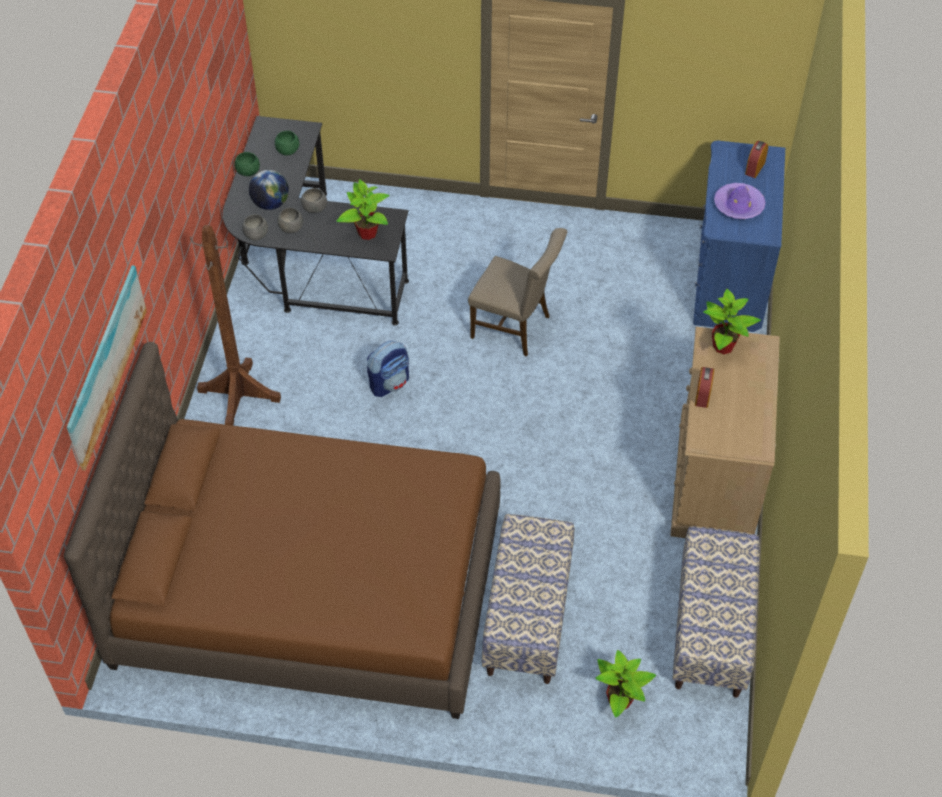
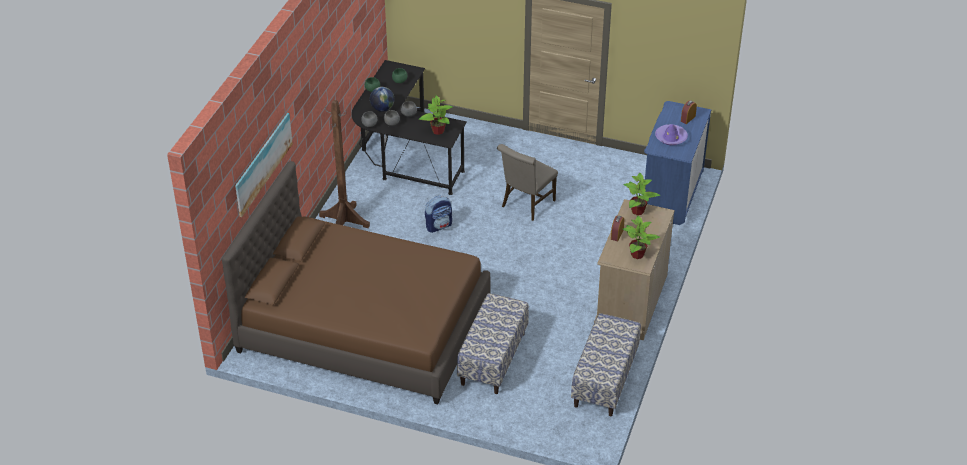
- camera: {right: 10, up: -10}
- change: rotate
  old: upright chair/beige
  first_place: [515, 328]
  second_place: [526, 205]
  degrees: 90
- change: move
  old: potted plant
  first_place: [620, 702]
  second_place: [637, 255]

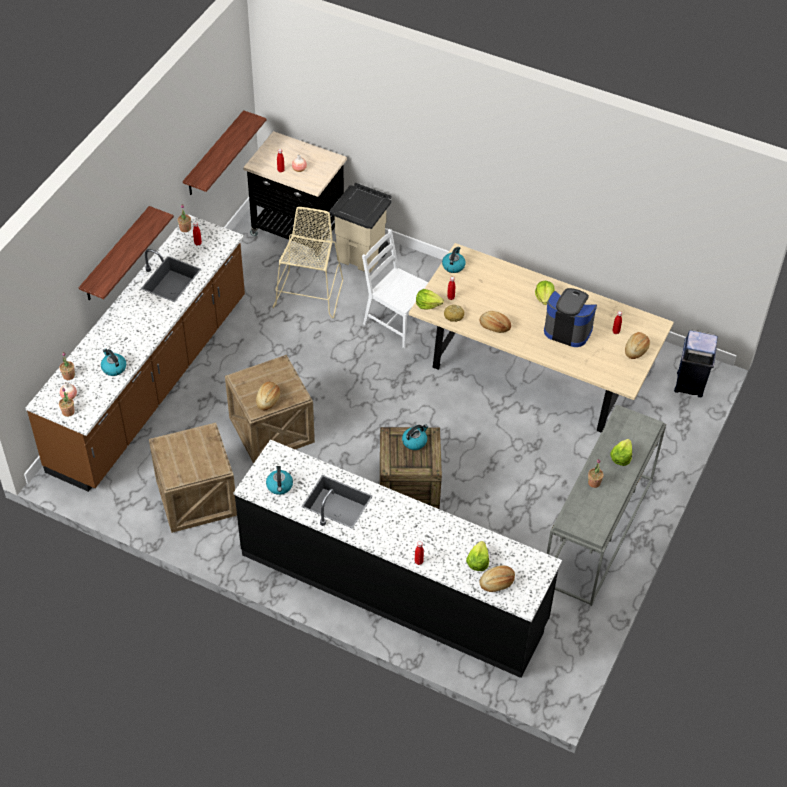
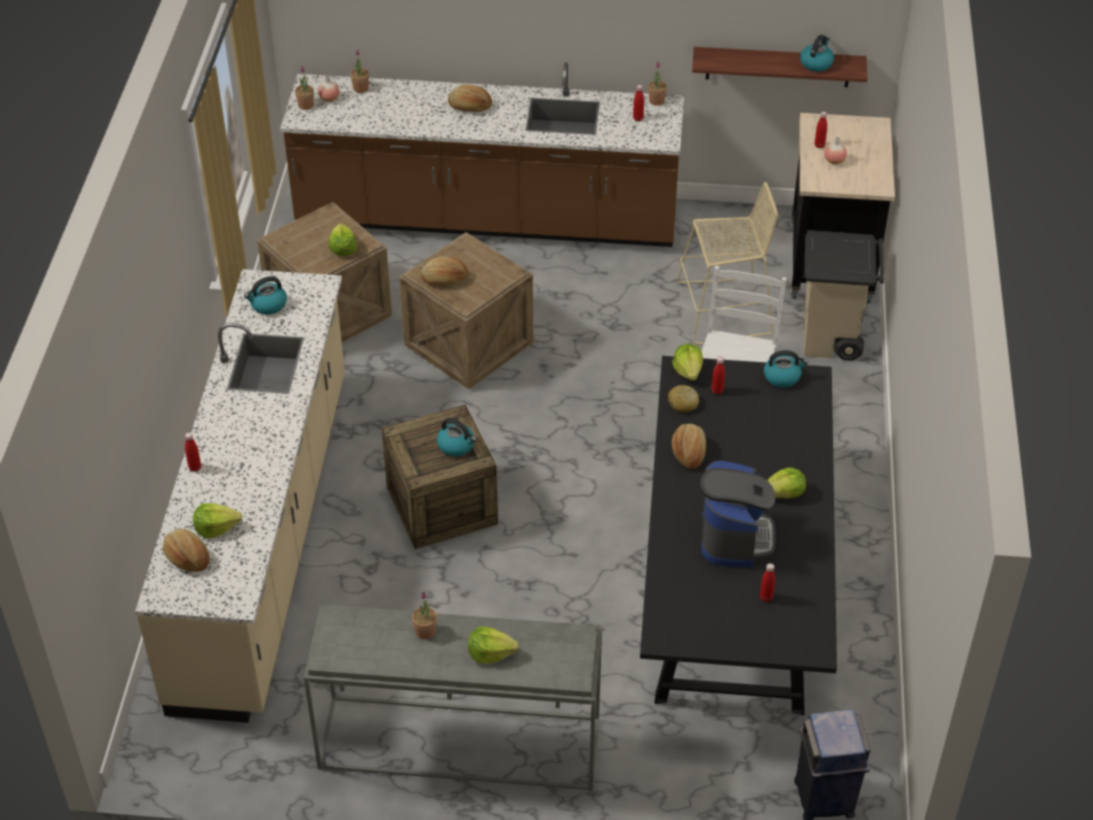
- camera: {right: 70, up: -5}
- change: delete
  old: shelf
  first_place: [116, 255]
- change: recolor
  old: dining table/beige
  new: dining table/black-coloured
  first_place: [533, 370]
  second_place: [732, 586]
- change: move
  old: baked bread
  first_place: [636, 349]
  second_place: [469, 106]
- change: move
  old: tea kettle
  first_place: [113, 368]
  second_place: [816, 63]
- change: recolor
  old: kitchen base unit/black-coloured
  new: kitchen base unit/beige
  first_place: [393, 588]
  second_place: [265, 537]
- change: insert
  new: lettuce
  second_place: [342, 248]

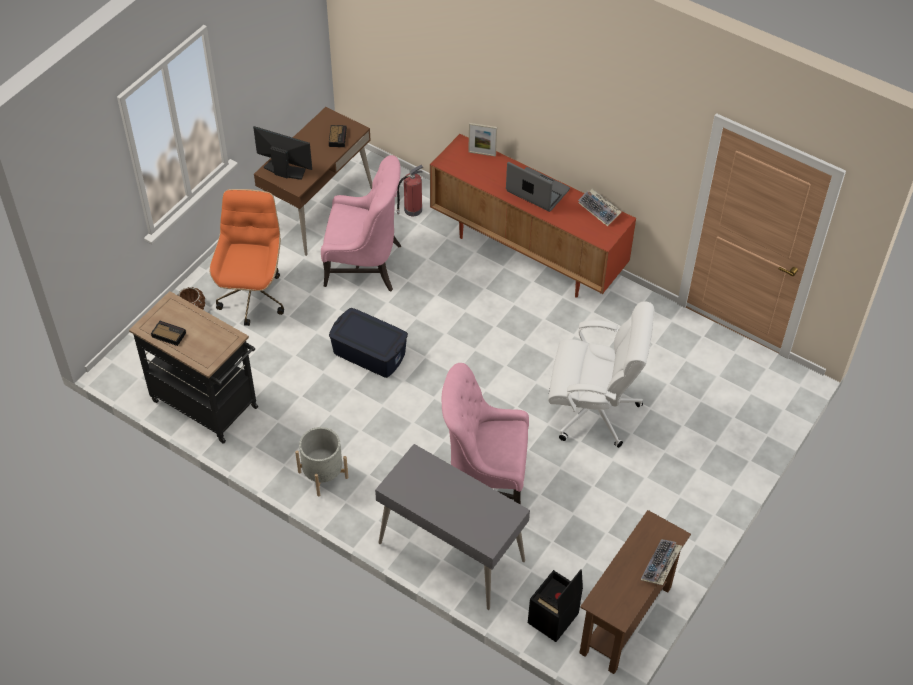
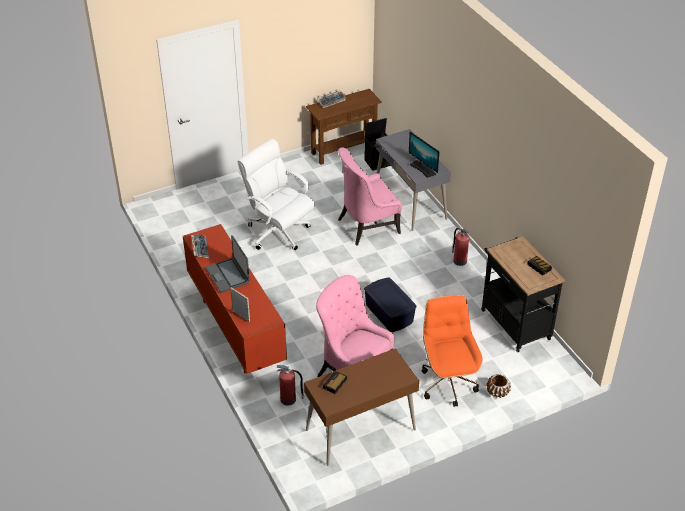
- camera: {right: -150, up: -10}
- change: move
  old: computer screen
  first_place: [284, 170]
  second_place: [423, 169]
- change: rotate
  old: desk chair/orange-coloured
  first_place: [253, 295]
  second_place: [447, 382]
  degrees: 135
- change: rotate
  old: upright chair/pink
  first_place: [484, 478]
  second_place: [367, 226]
  degrees: 120
- change: replace
  old: planter/greyish
  new: fire extinguisher
  first_place: [323, 474]
  second_place: [459, 260]

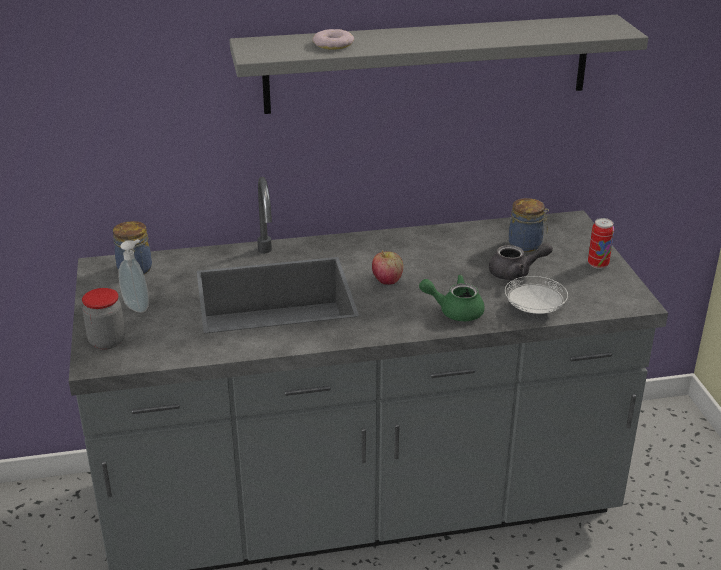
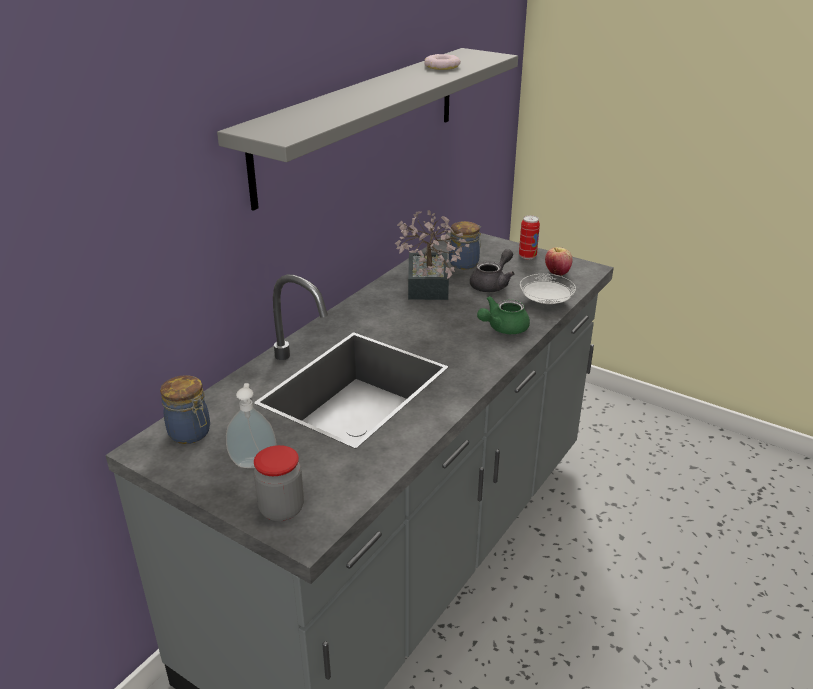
- camera: {right: -45, up: 0}
- change: move
  old: doughnut
  first_place: [333, 44]
  second_place: [442, 66]
- change: move
  old: whole apple
  first_place: [387, 281]
  second_place: [557, 273]
- change: insert
  new: potted plant
  second_place: [427, 289]

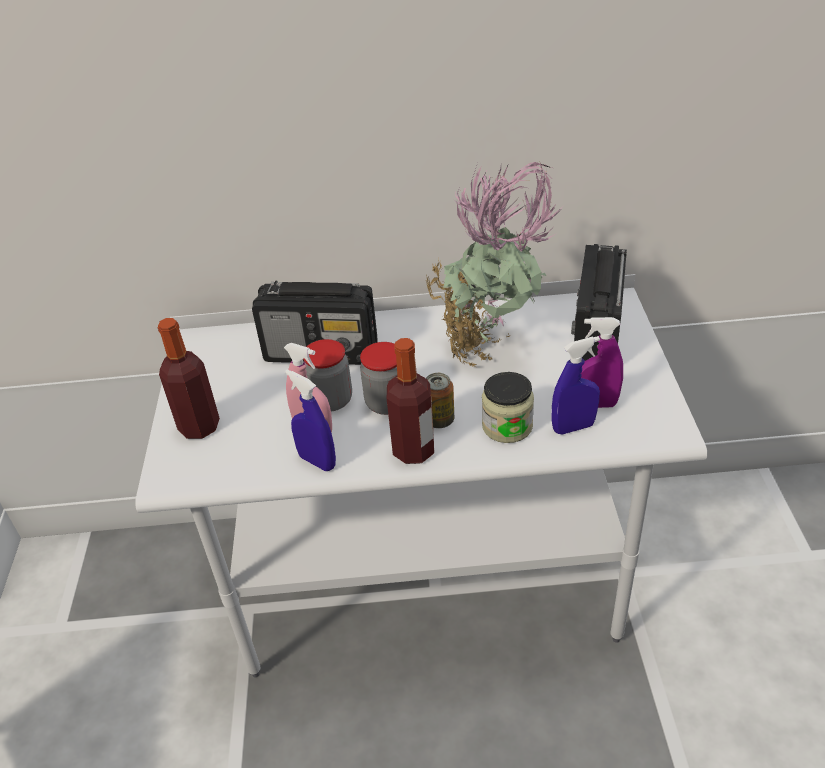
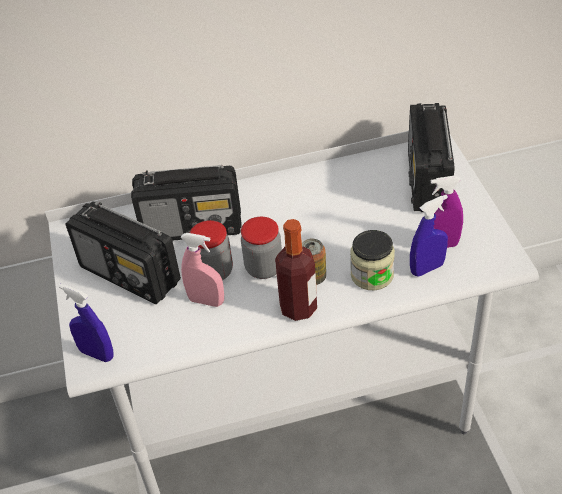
- camera: {right: -10, up: 5}
- change: delete
  old: potted plant
  first_place: [491, 348]
- change: delete
  old: drink bottle
  first_place: [199, 426]
- change: move
  old: sprayer/blue-coloured
  first_place: [317, 461]
  second_place: [97, 354]
- change: insert
  new: radio
  second_place: [130, 275]

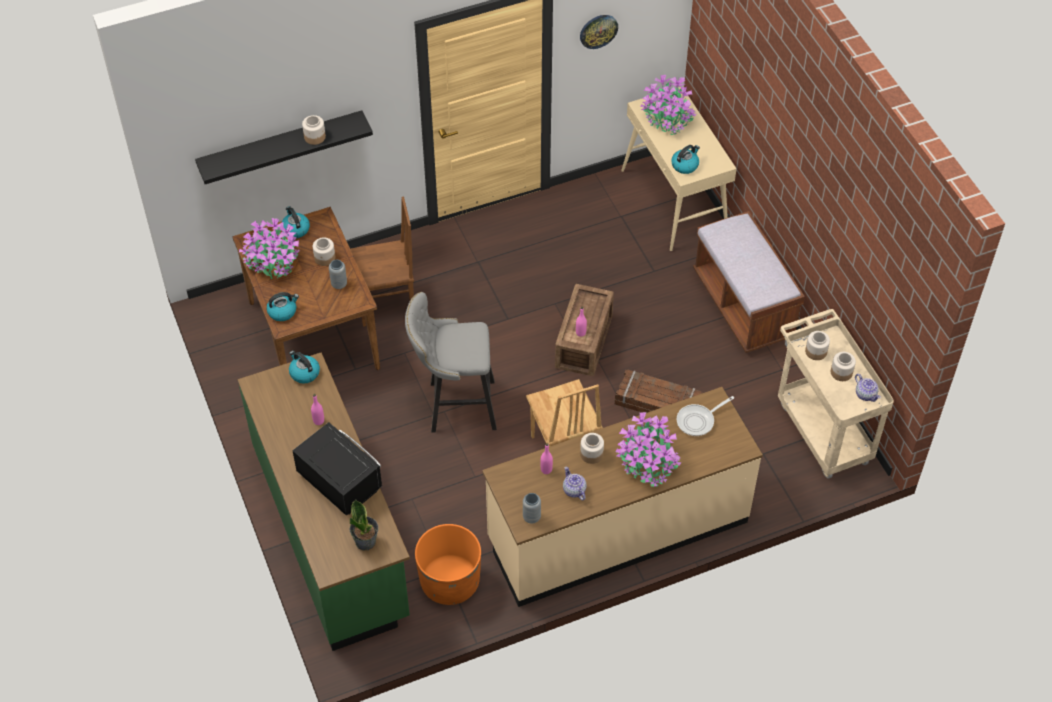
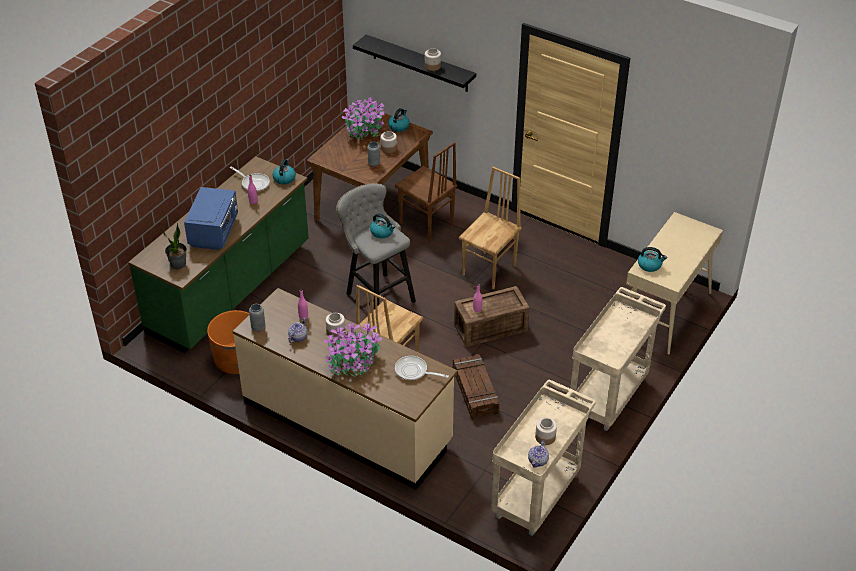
- camera: {right: 55, up: -10}
- change: delete
  old: wall clock
  first_place: [598, 31]
- change: delete
  old: potted plant
  first_place: [667, 118]
- change: replace
  old: bench/brown
  new: wheeled cart/beige
  first_place: [743, 305]
  second_place: [610, 395]
- change: move
  old: tea kettle
  first_place: [282, 311]
  second_place: [382, 232]
- change: delete
  old: preserve jar
  first_place: [816, 351]
- change: recolor
  old: microwave oven/black-coloured
  new: microwave oven/blue-coloured
  first_place: [339, 481]
  second_place: [214, 232]
- change: insert
  new: skillet
  second_place: [254, 183]
- change: insert
  new: upright chair/brown
  second_place: [490, 270]

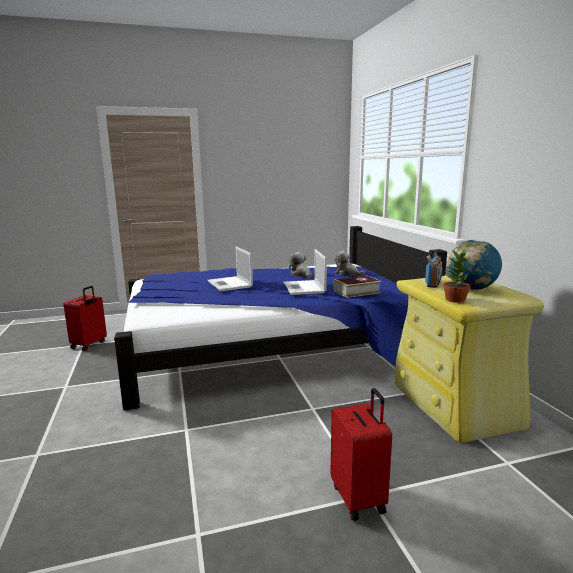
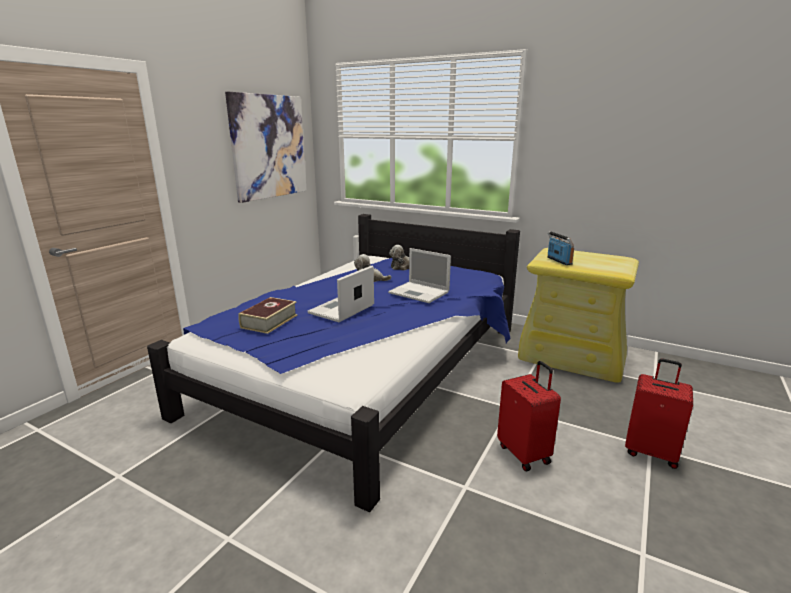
- camera: {right: -45, up: 5}
- change: delete
  old: world globe
  first_place: [471, 289]
- change: rotate
  old: portable computer
  first_place: [230, 284]
  second_place: [341, 310]
  degrees: 105
- change: delete
  old: potted plant
  first_place: [455, 300]
- change: move
  old: bound book
  first_place: [356, 291]
  second_place: [269, 321]
- change: move
  old: travel case/red
  first_place: [89, 345]
  second_place: [524, 453]
- change: insert
  new: wall art
  second_place: [269, 147]

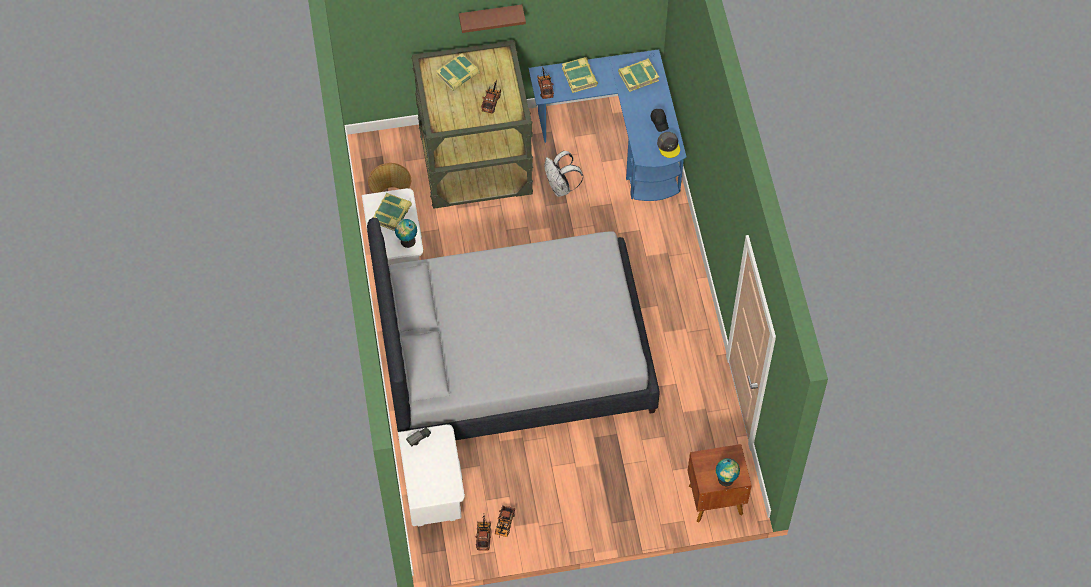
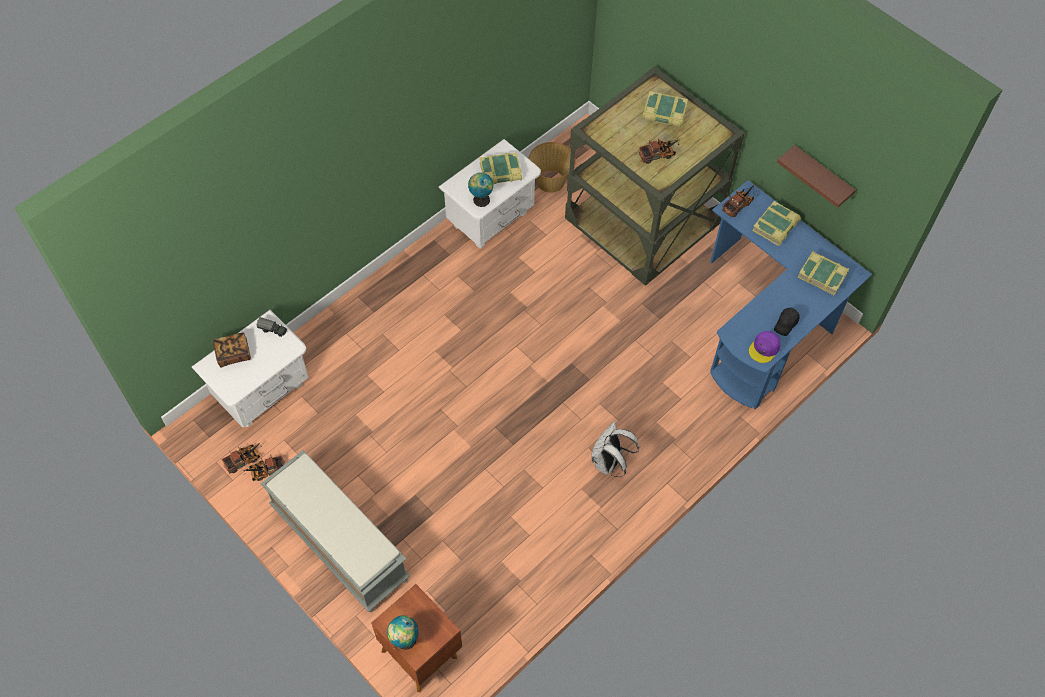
- camera: {right: 55, up: 0}
- change: move
  old: shelf/brown
  first_place: [490, 16]
  second_place: [821, 176]
- change: recolor
  old: cap/greyish
  new: cap/purple-coloured
  first_place: [668, 146]
  second_place: [764, 348]
- change: move
  old: backpack/white-coloured
  first_place: [561, 188]
  second_place: [609, 463]
- change: delete
  old: bedroom bed/greyish
  first_place: [514, 355]
- change: insert
  new: bound book
  second_place: [233, 354]
- change: insert
  new: bench/greyish
  second_place: [338, 543]

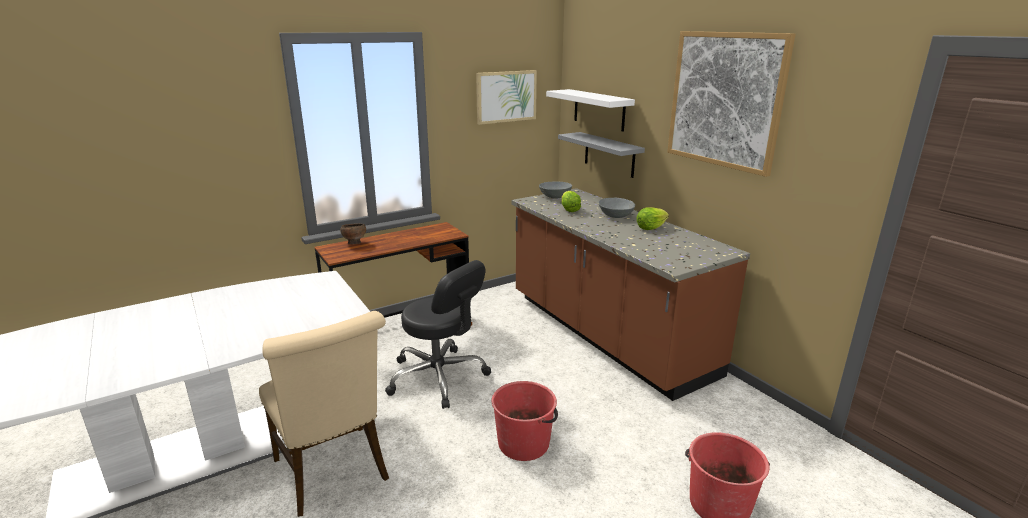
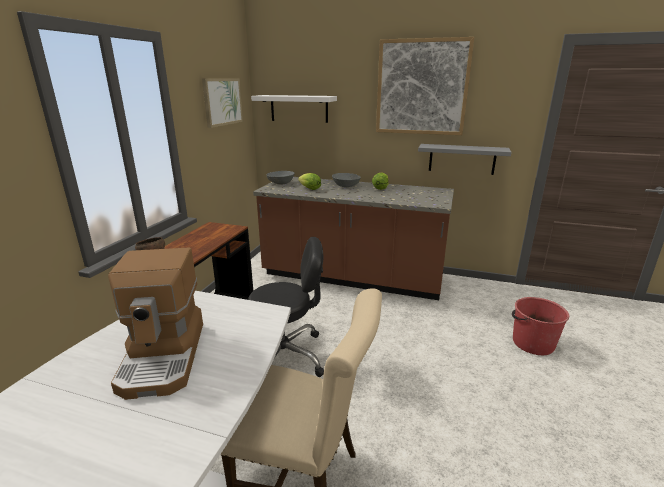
- camera: {right: -40, up: 0}
- change: move
  old: shelf/greyish
  first_place: [609, 154]
  second_place: [462, 159]
- change: delete
  old: bucket/red
  first_place: [524, 443]
- change: insert
  new: coffee machine
  second_place: [165, 356]

